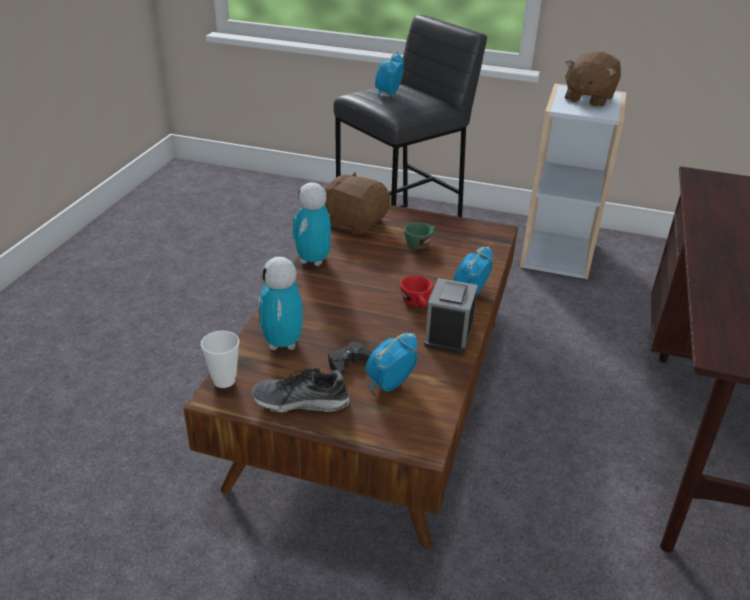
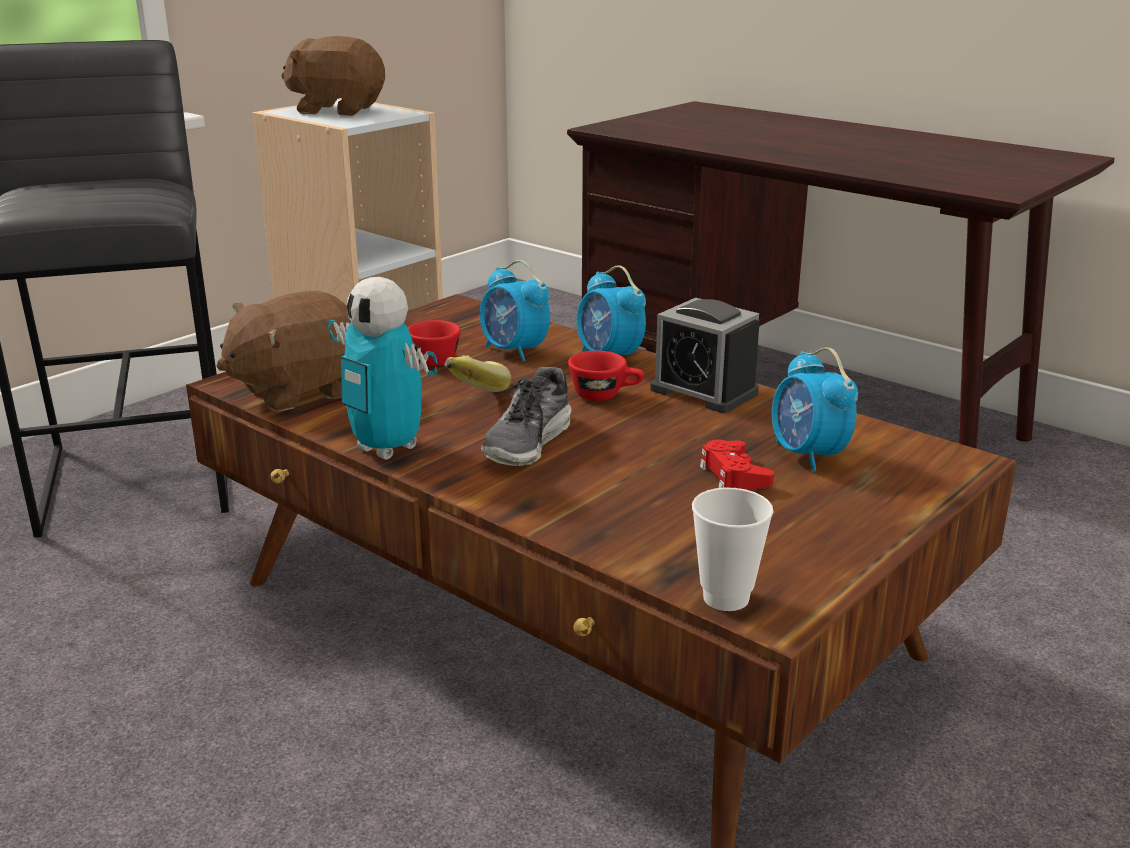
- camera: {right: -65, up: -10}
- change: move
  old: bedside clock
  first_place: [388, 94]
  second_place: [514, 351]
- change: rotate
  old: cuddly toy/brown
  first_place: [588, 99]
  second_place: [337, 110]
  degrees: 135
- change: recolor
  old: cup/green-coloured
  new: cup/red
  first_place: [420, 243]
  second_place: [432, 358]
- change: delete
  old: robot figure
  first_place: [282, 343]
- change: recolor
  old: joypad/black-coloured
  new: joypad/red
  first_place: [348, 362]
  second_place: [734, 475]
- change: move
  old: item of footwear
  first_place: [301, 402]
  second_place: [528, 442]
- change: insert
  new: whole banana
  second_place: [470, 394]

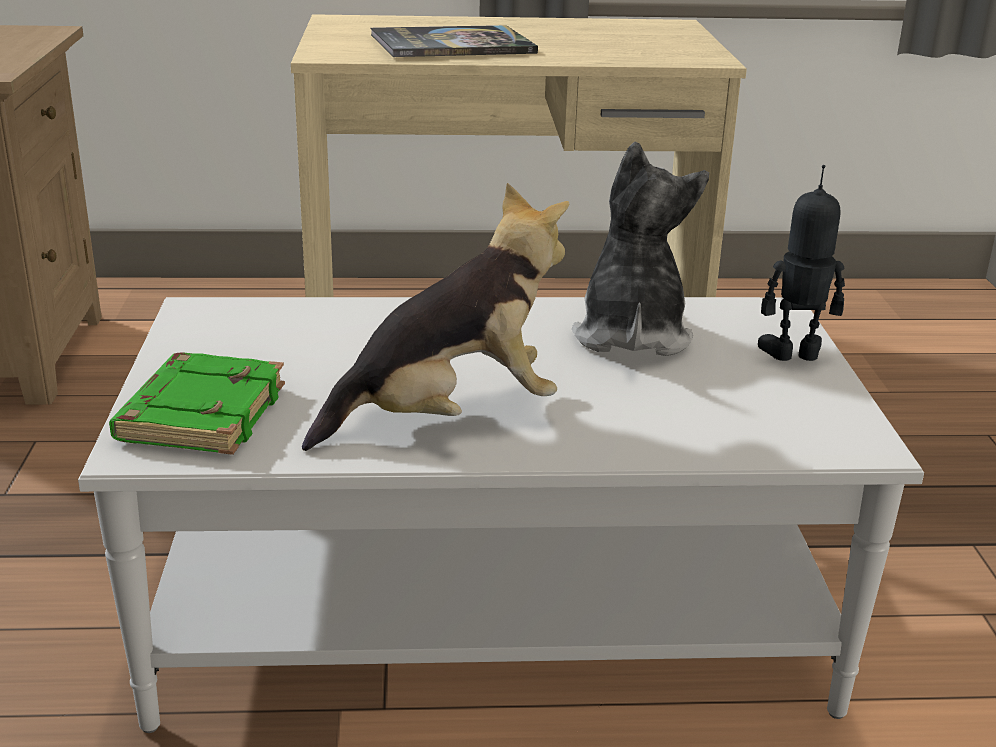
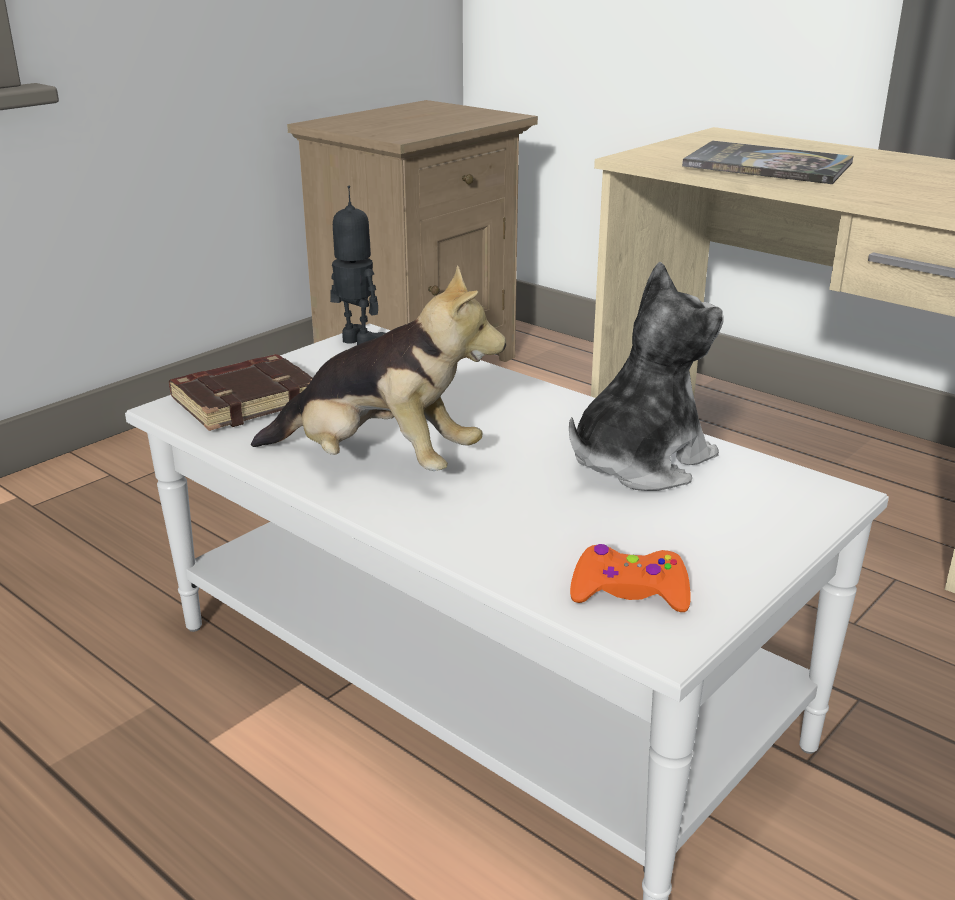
- camera: {right: 45, up: 0}
- change: move
  old: robot figure
  first_place: [794, 355]
  second_place: [359, 342]
- change: recolor
  old: bound book/green-coloured
  new: bound book/brown
  first_place: [201, 413]
  second_place: [246, 400]
- change: insert
  new: joypad/orange-coloured
  second_place: [629, 592]

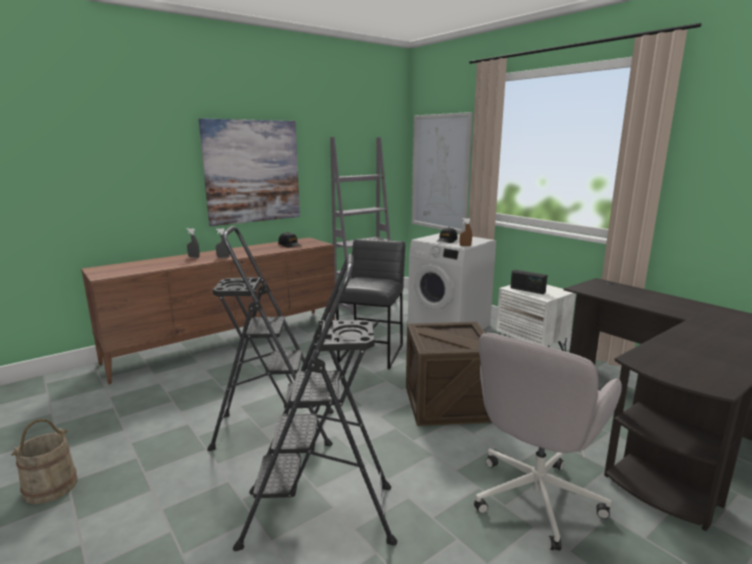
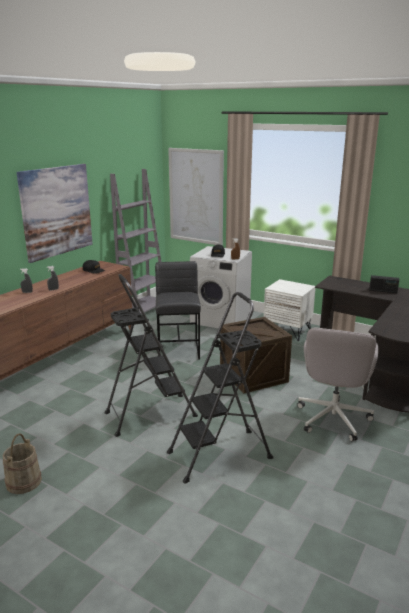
- camera: {right: -20, up: 5}
- change: move
  old: radio
  first_place: [527, 290]
  second_place: [383, 291]

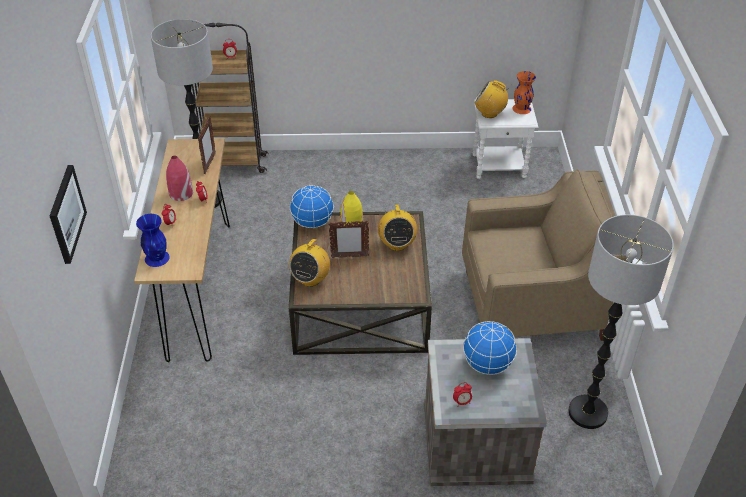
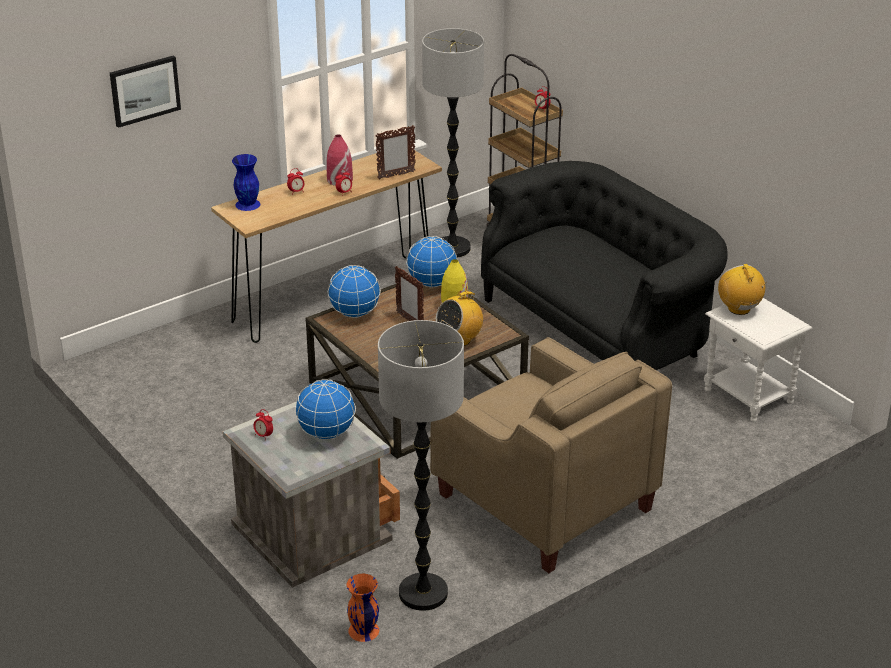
- camera: {right: 55, up: -10}
- change: move
  old: flower vase/orange-coloured
  first_place: [521, 109]
  second_place: [363, 630]
- change: replace
  old: radio
  new: world globe
  first_place: [310, 279]
  second_place: [355, 313]
- change: insert
  new: sofa/black-coloured
  second_place: [601, 329]

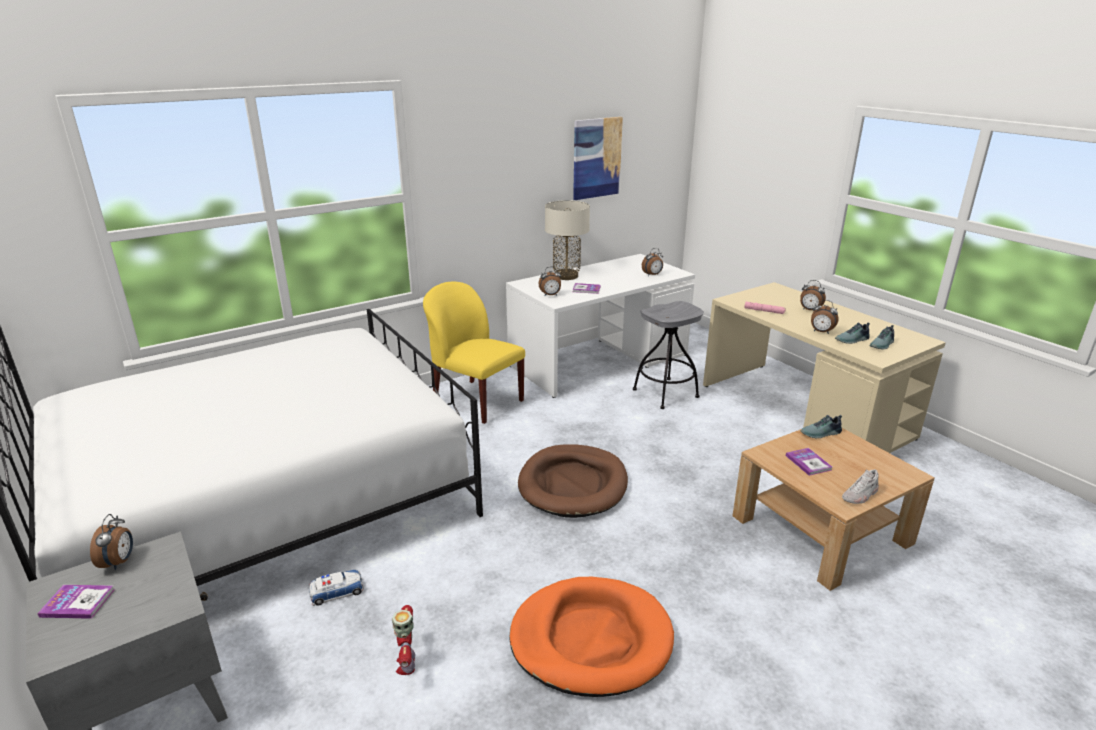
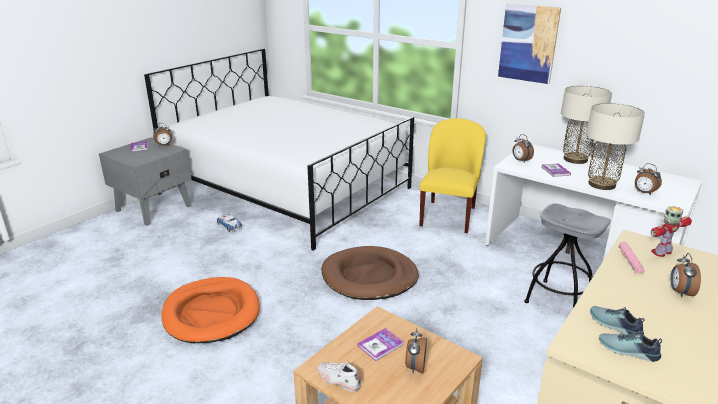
- camera: {right: 70, up: 0}
- change: move
  old: wall art
  first_place: [596, 158]
  second_place: [528, 43]
- change: move
  old: bedside clock
  first_place: [821, 332]
  second_place: [415, 367]
- change: delete
  old: item of footwear
  first_place: [821, 434]
- change: move
  old: robot figure
  first_place: [407, 664]
  second_place: [662, 252]
- change: insert
  new: lamp for a table
  second_place: [601, 184]

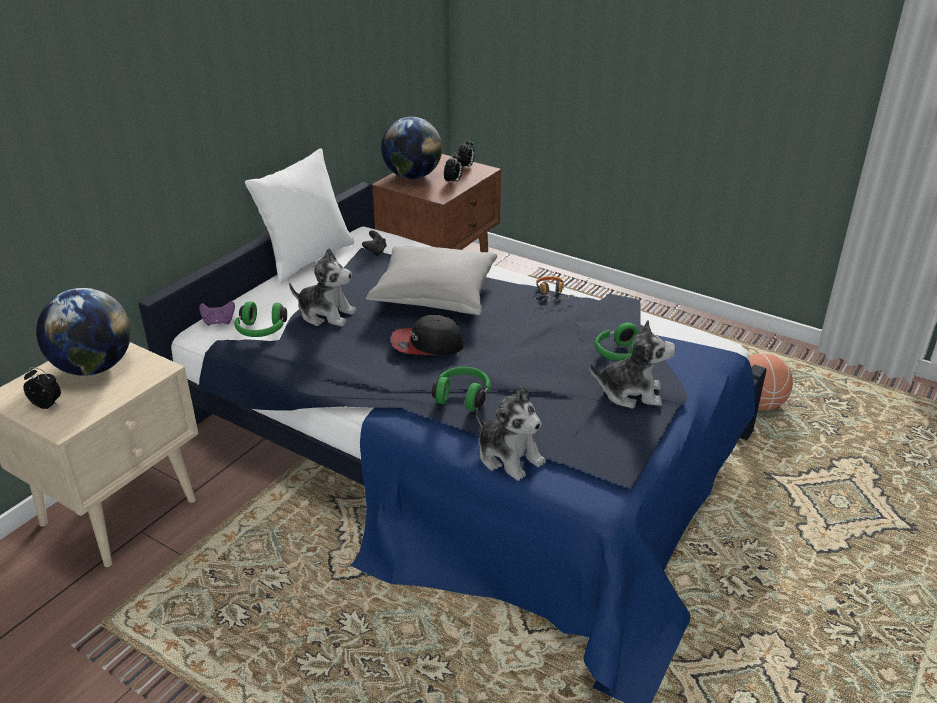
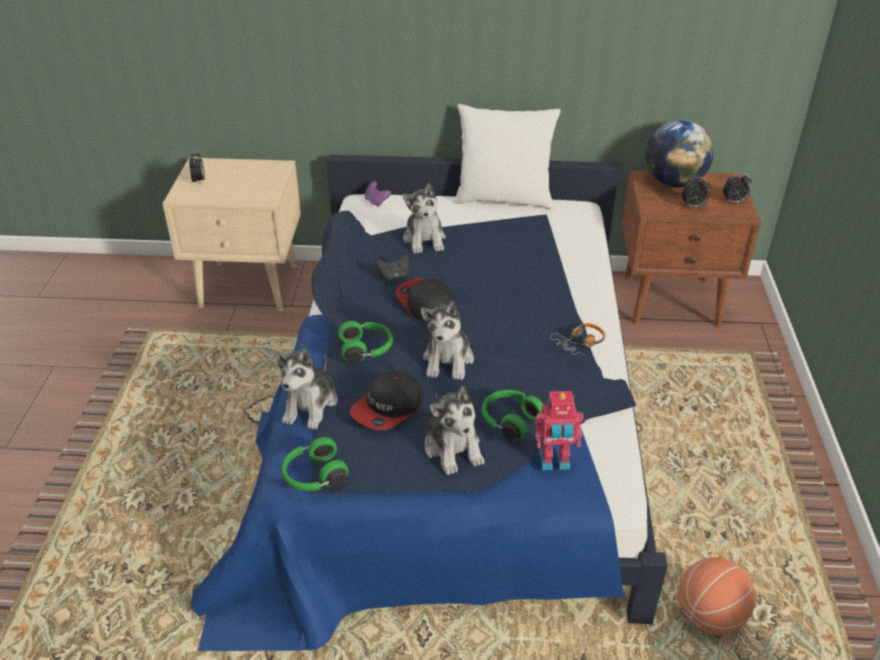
- camera: {right: 60, up: 5}
- change: move
  old: joypad/black-coloured
  first_place: [375, 252]
  second_place: [394, 276]
- change: delete
  old: cushion/greyish
  first_place: [434, 295]
- change: delete
  old: world globe
  first_place: [93, 367]
- change: move
  old: headphones/green-coloured
  first_place: [261, 331]
  second_place: [313, 476]
- change: insert
  new: cuddly toy
  second_place: [448, 360]
- change: insert
  new: cap
  second_place: [388, 408]
- change: insert
  new: robot figure
  second_place: [554, 462]

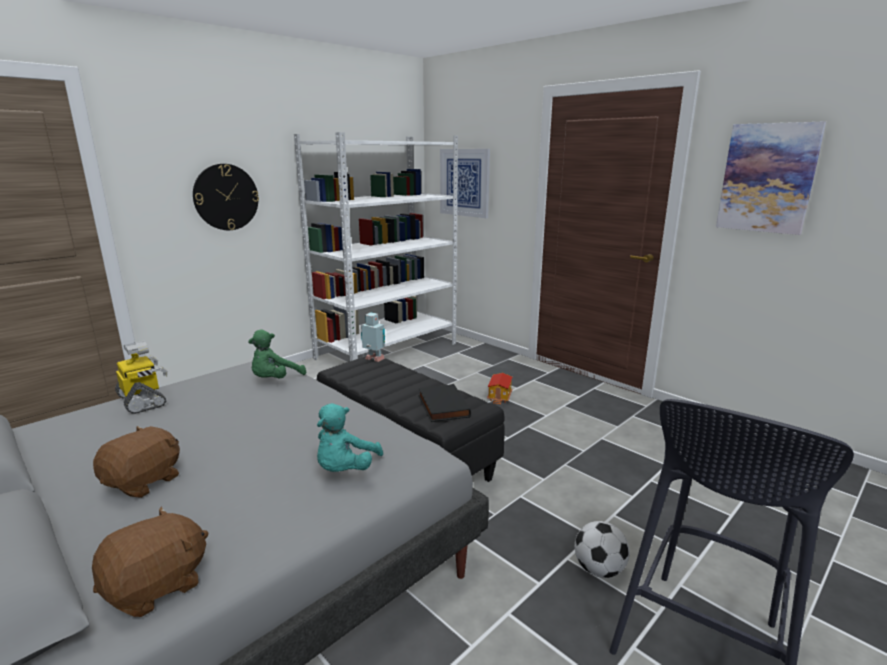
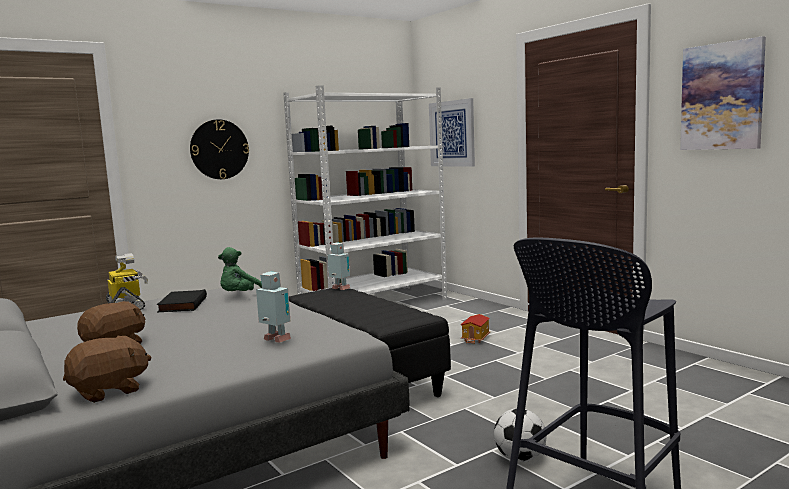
- camera: {right: 10, up: -10}
- change: move
  old: bound book/black-coloured
  first_place: [441, 406]
  second_place: [181, 304]
- change: replace
  old: cuddly toy/blue-green
  new: robot figure
  first_place: [345, 470]
  second_place: [276, 340]

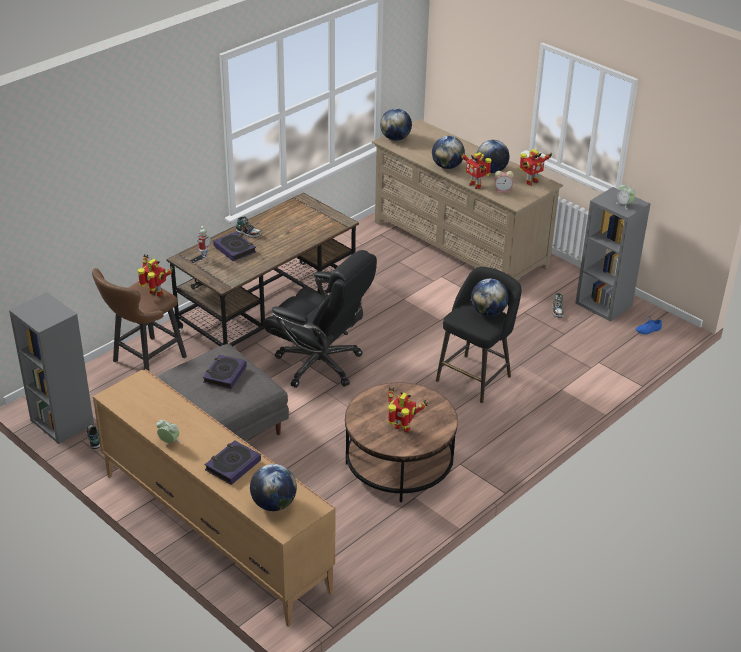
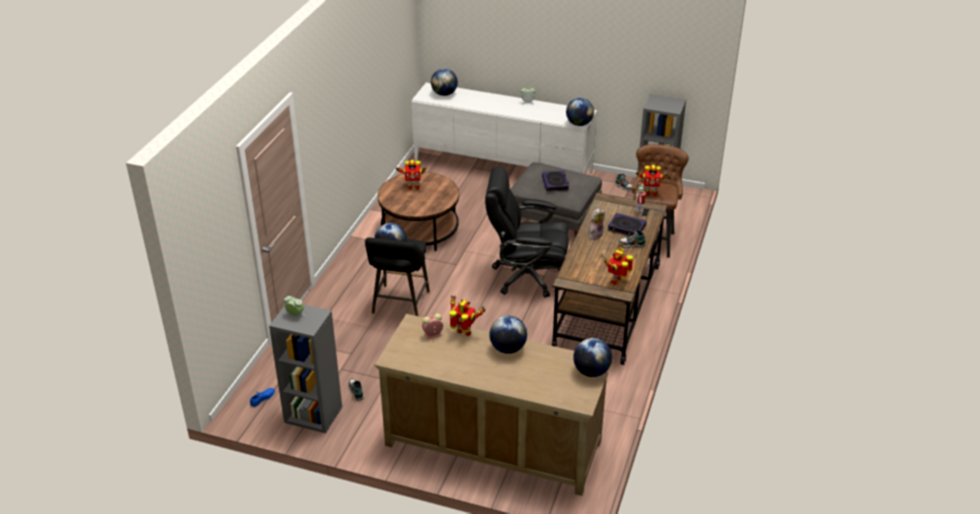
- camera: {right: 155, up: 0}
- change: move
  old: world globe
  first_place: [491, 171]
  second_place: [579, 124]
- change: move
  old: robot figure
  first_place: [530, 182]
  second_place: [617, 280]
- change: recolor
  old: cabinet/brown
  new: cabinet/white-coloured
  first_place: [213, 532]
  second_place: [503, 167]
- change: delete
  old: bound book
  first_place: [232, 465]
- change: insert
  new: cuddly toy
  second_place: [595, 235]

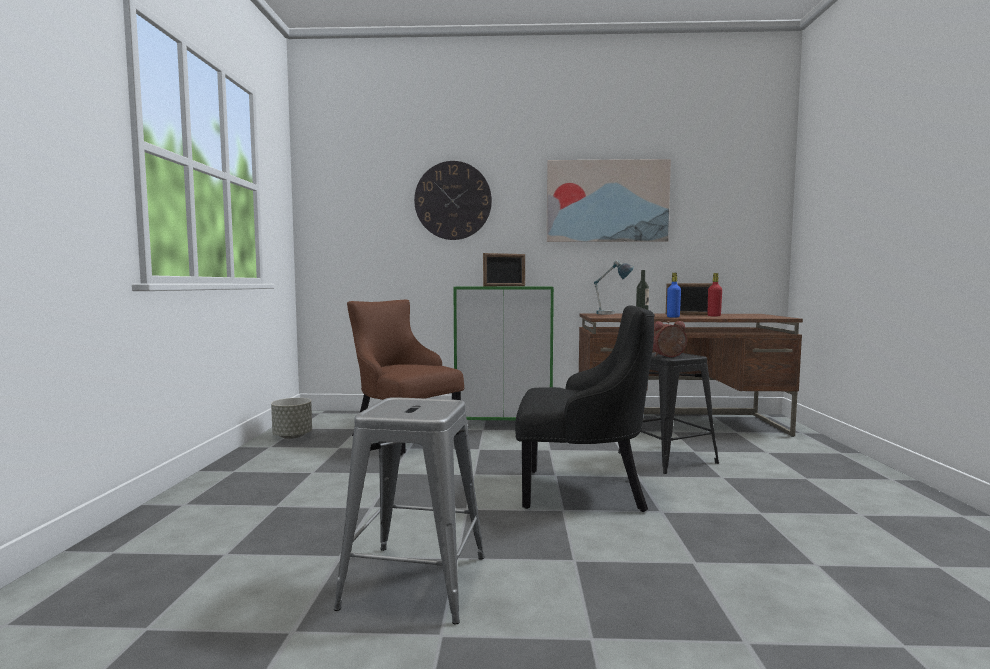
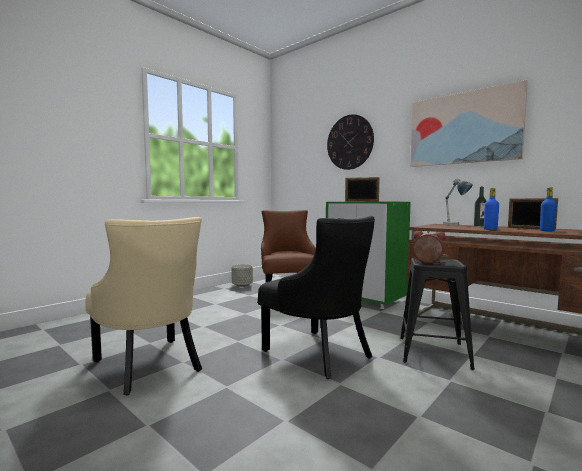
- camera: {right: 40, up: 0}
- change: recolor
  old: drink bottle/red
  new: drink bottle/blue-coloured
  first_place: [714, 316]
  second_place: [547, 231]
- change: replace
  old: stool seat/greyish
  new: upright chair/beige
  first_place: [415, 581]
  second_place: [148, 364]

